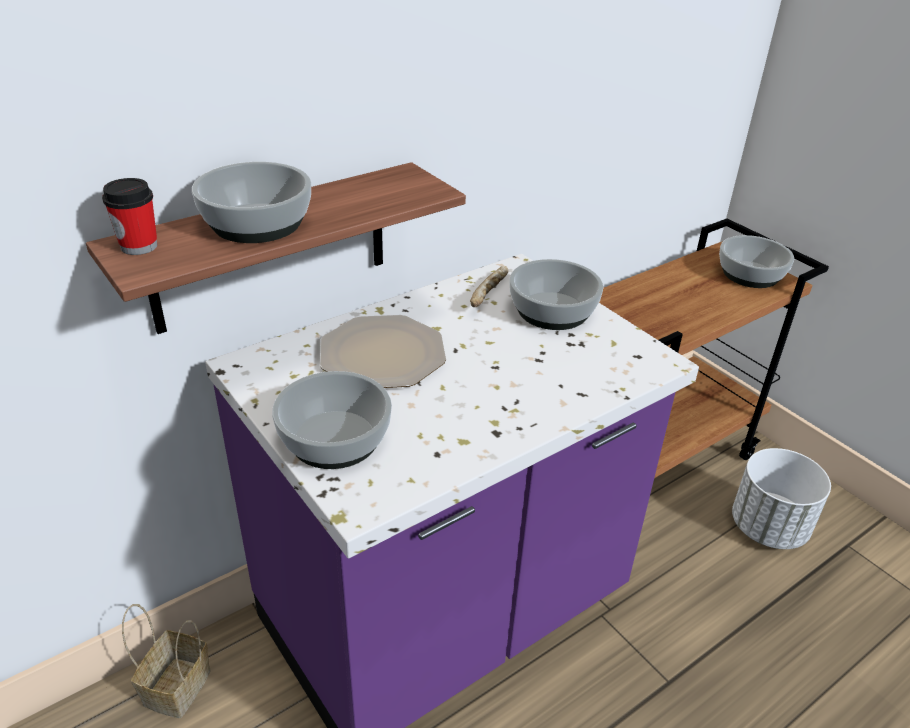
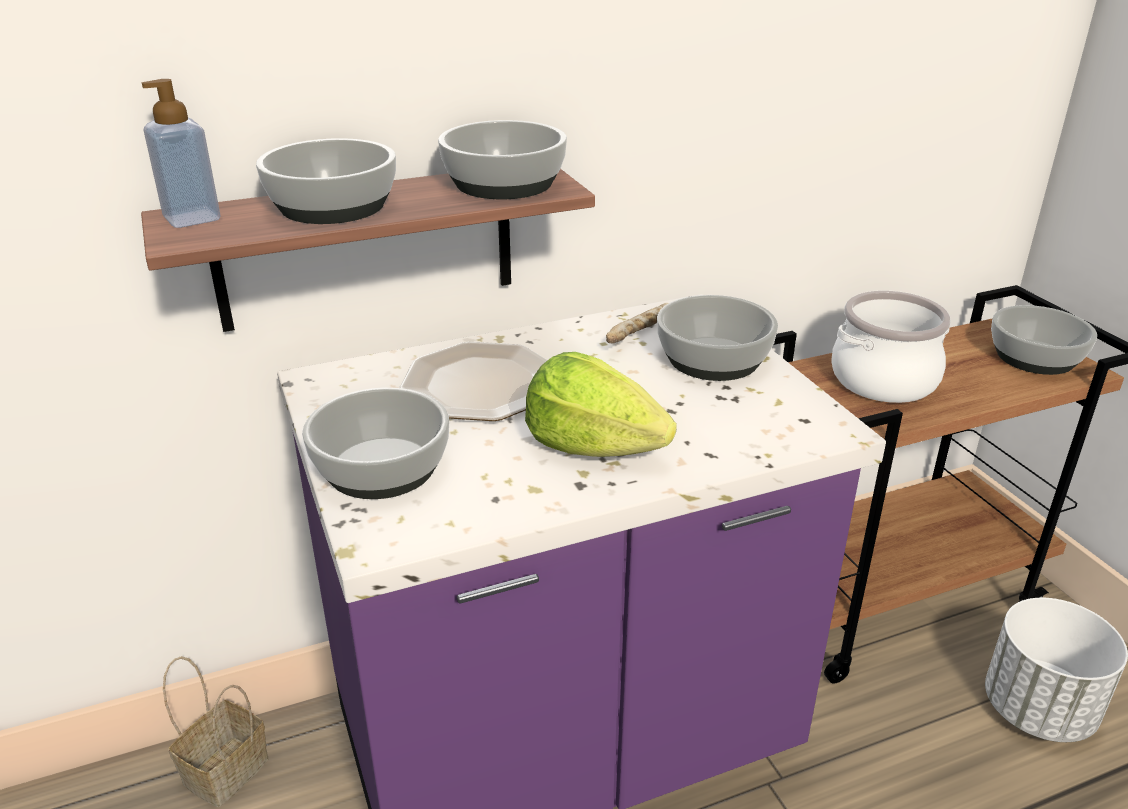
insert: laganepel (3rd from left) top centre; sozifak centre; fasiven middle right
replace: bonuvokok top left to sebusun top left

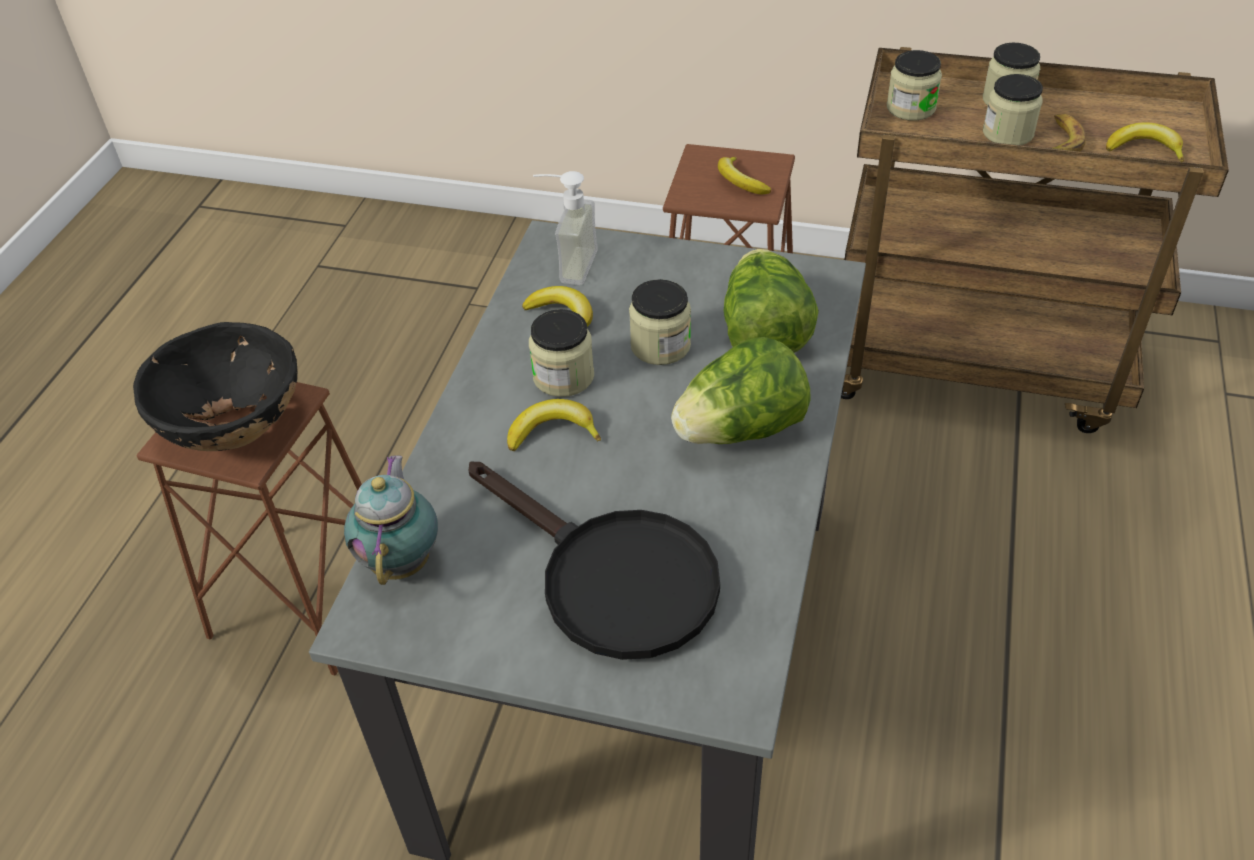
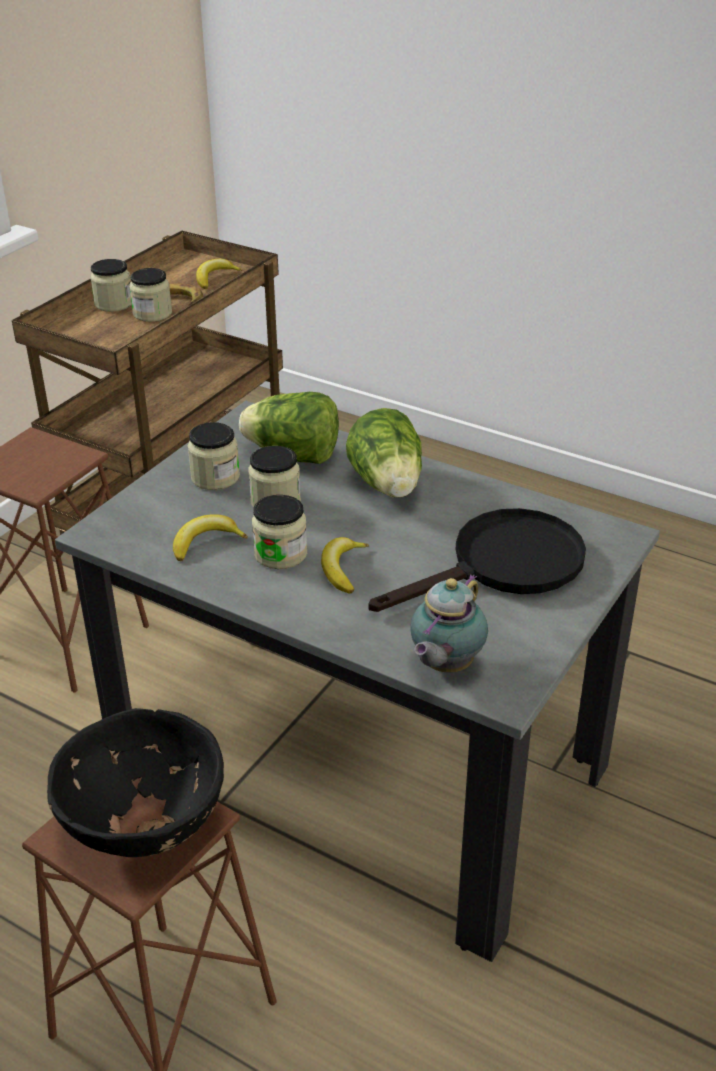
delete: sebusun top centre; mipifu (3rd from left) top centre
move: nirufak (3rd from left) top right to middle left
rotate: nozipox middle left = centre 75 degrees counterclockwise

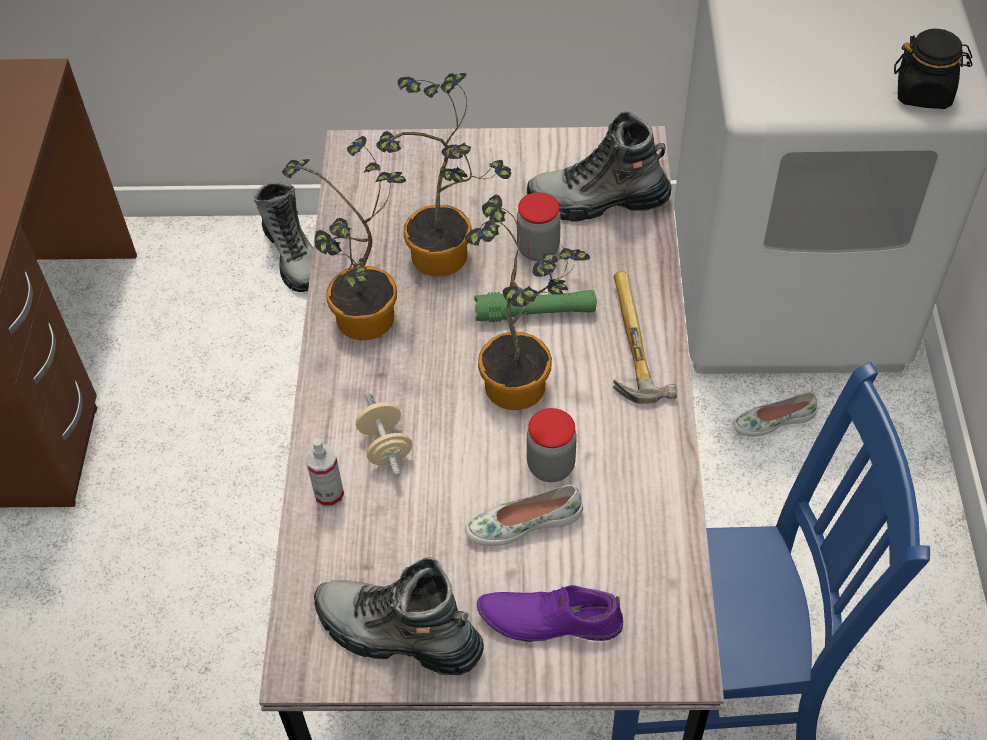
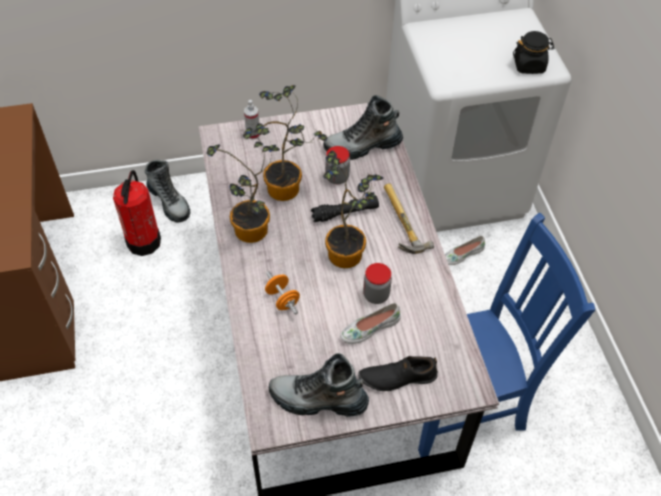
insert: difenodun middle left
move: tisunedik middle left to top centre
recolor: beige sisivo centre to orange sisivo centre; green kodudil centre to black kodudil centre; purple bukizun bottom centre to black bukizun bottom centre

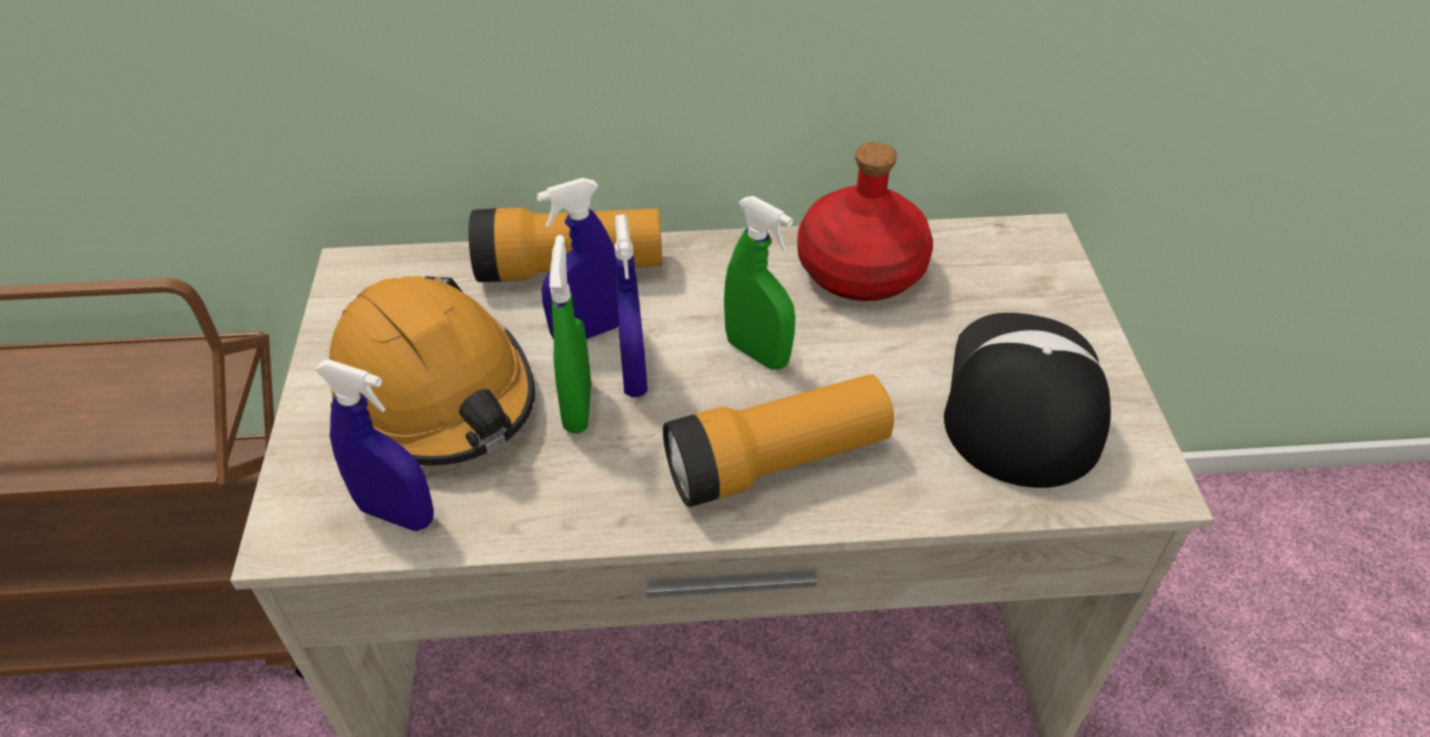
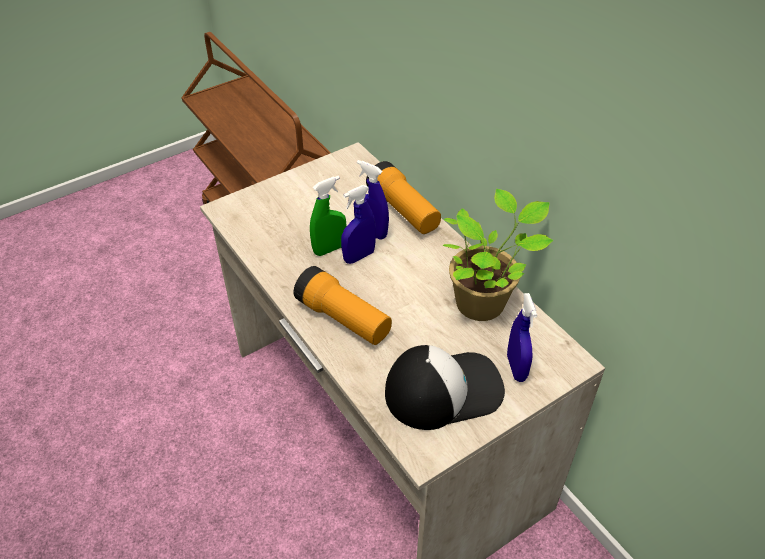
delete: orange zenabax middle left; green tisunedik (2nd from left) centre
move: blue tisunedik (1st from left in the first image) middle left to blue tisunedik (3rd from left) middle right
replace: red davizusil top centre to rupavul centre

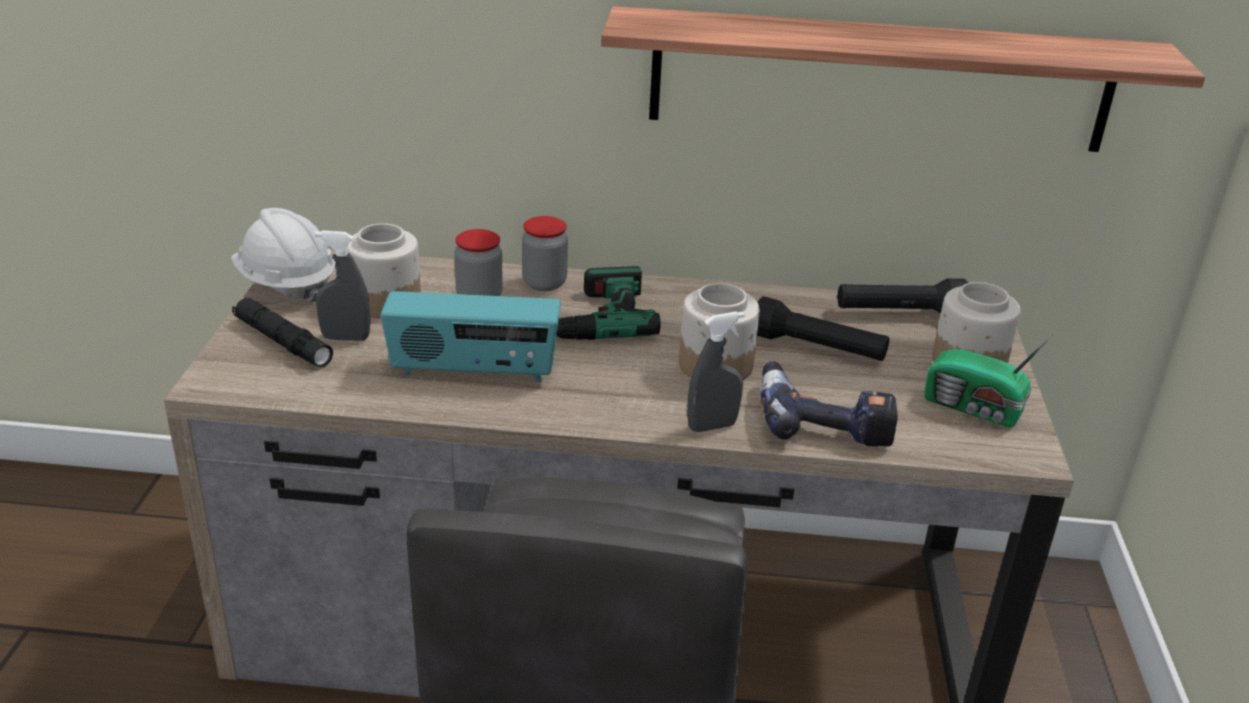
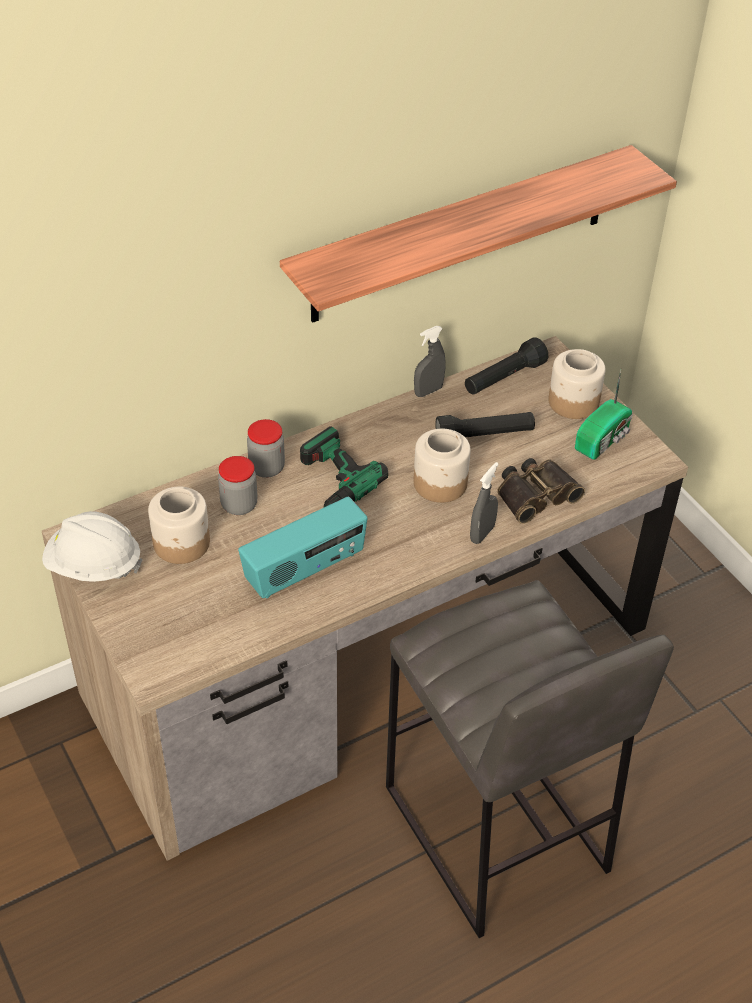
delete: black kodudil (1st from left) middle left
move: grey tisunedik (1st from left) middle left to centre
replace: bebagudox (2nd from left) centre to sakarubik middle right
rotate: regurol (2nd from left) middle right = middle right 45 degrees counterclockwise

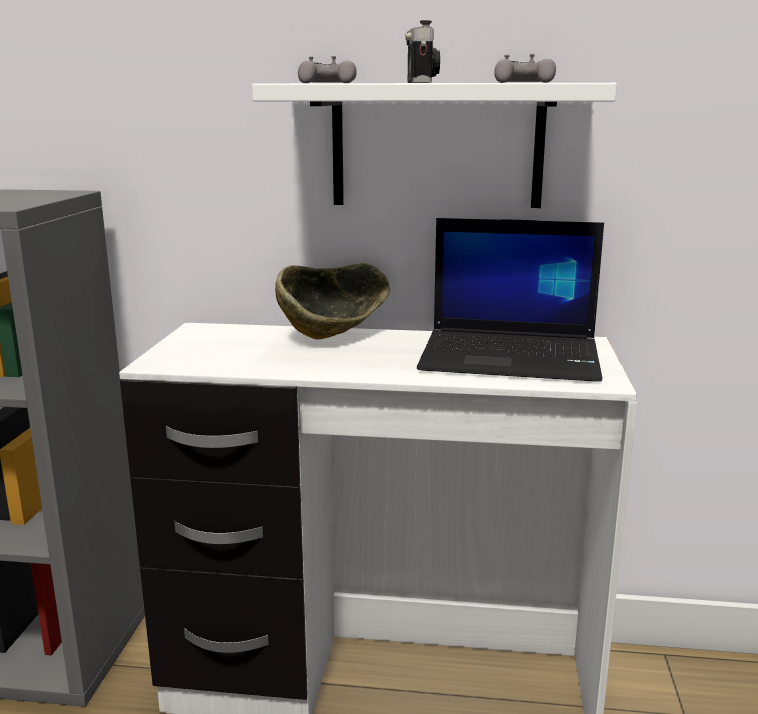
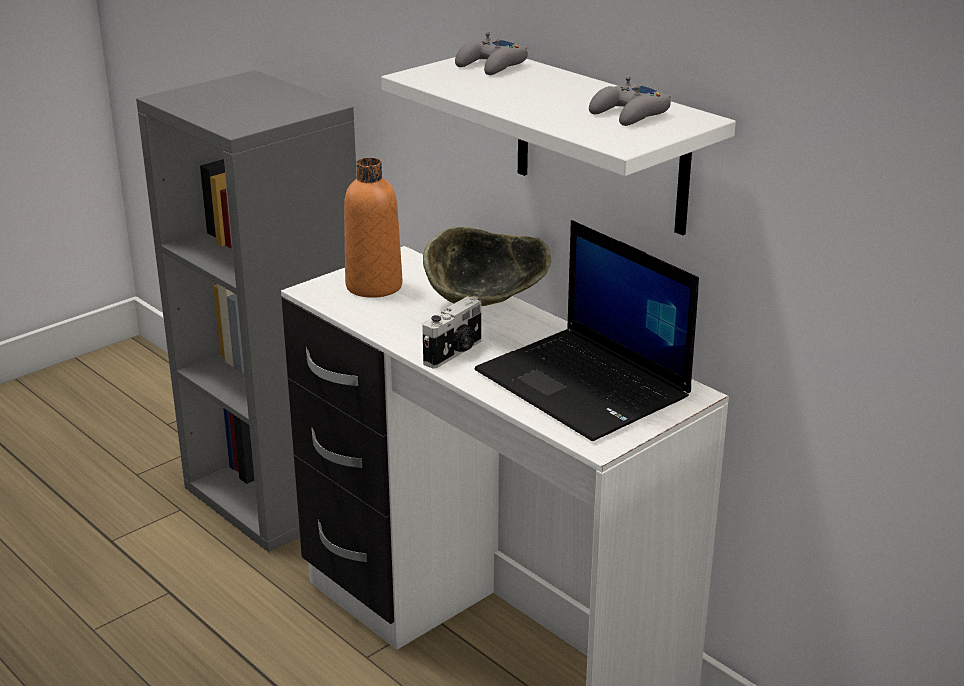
insert: orange davizusil top centre
move: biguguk top centre to centre

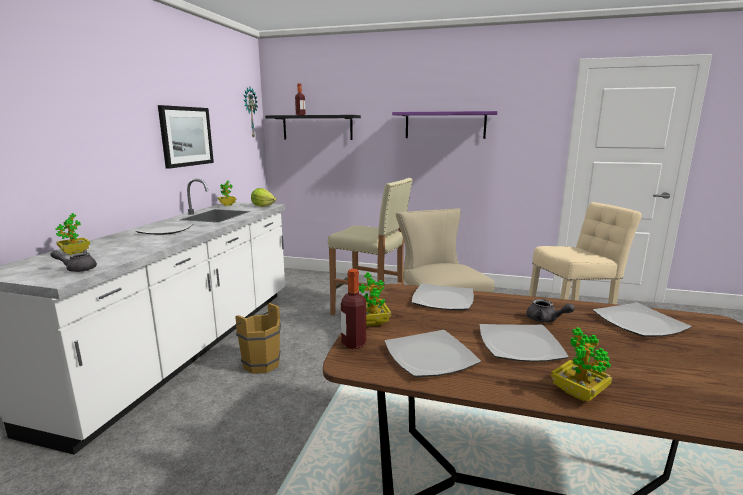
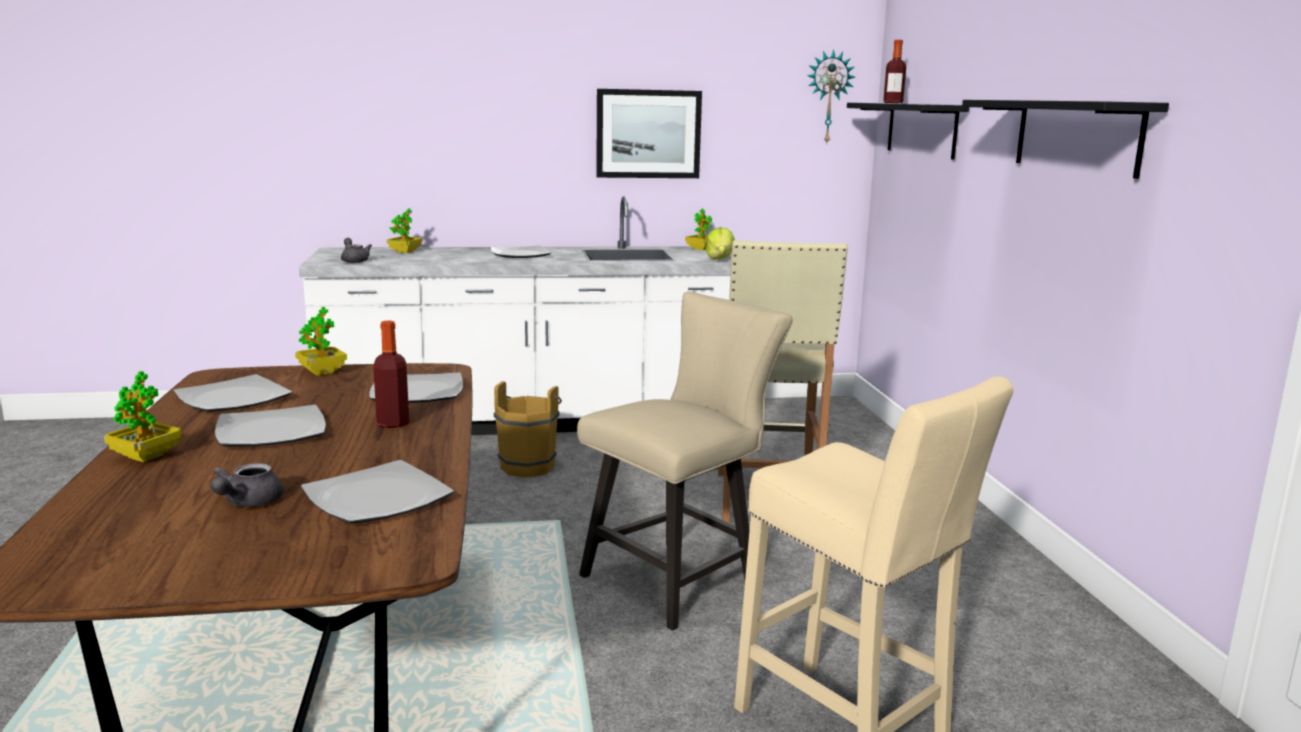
move: davizusil (2nd from left in the first image) centre to davizusil (1st from left) middle left; grey nozipox (2nd from left in the first image) middle right to grey nozipox (1st from left) middle left
recolor: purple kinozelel top centre to black kinozelel (2nd from left) top right

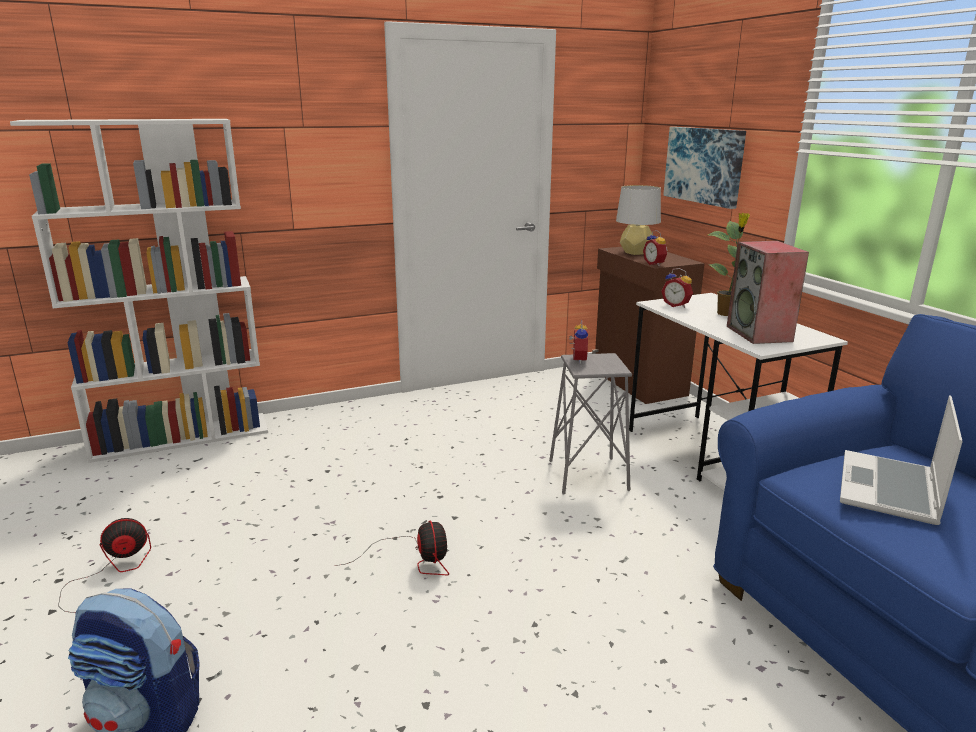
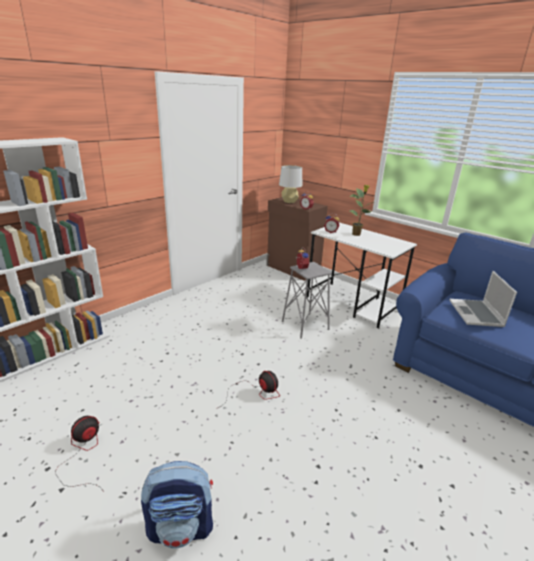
delete: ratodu top right; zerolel middle right

